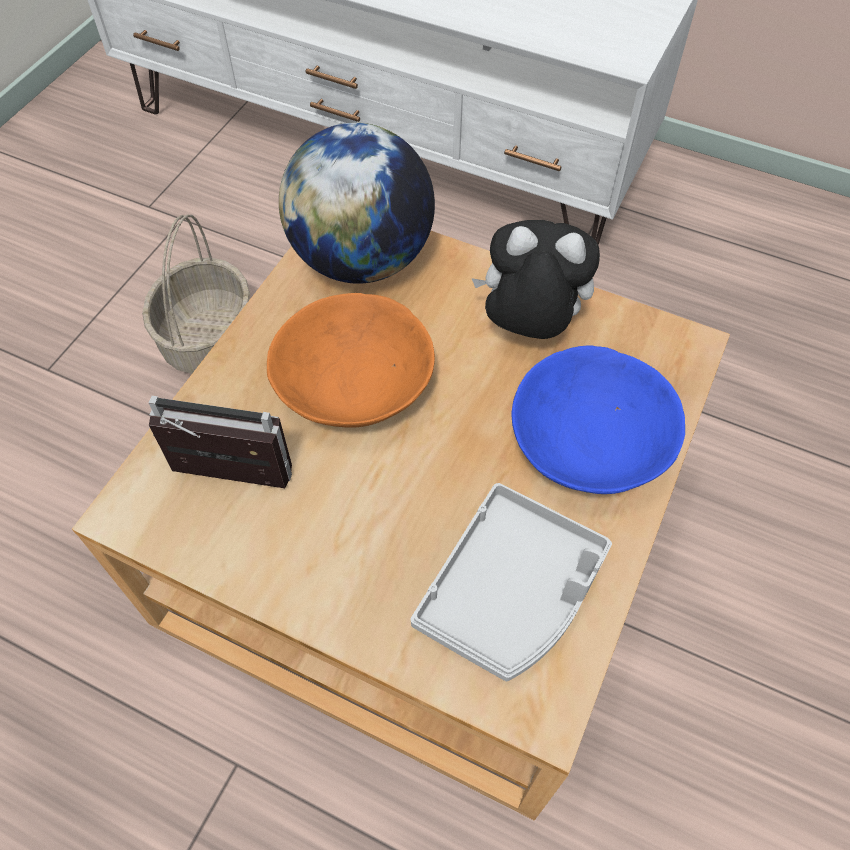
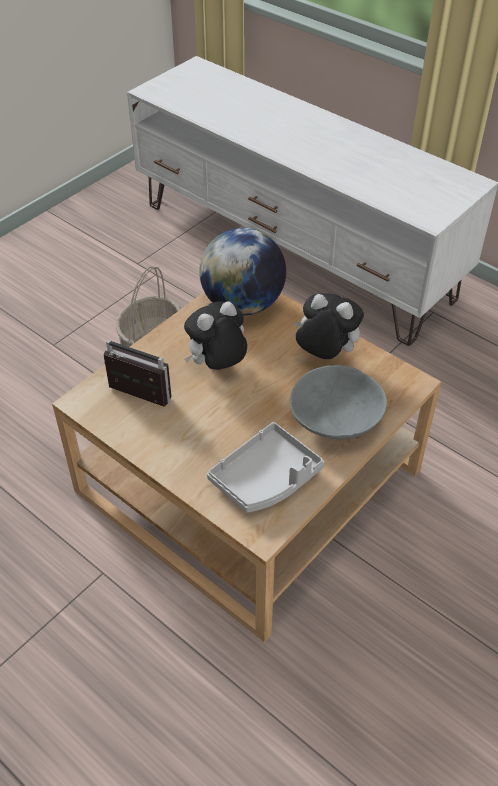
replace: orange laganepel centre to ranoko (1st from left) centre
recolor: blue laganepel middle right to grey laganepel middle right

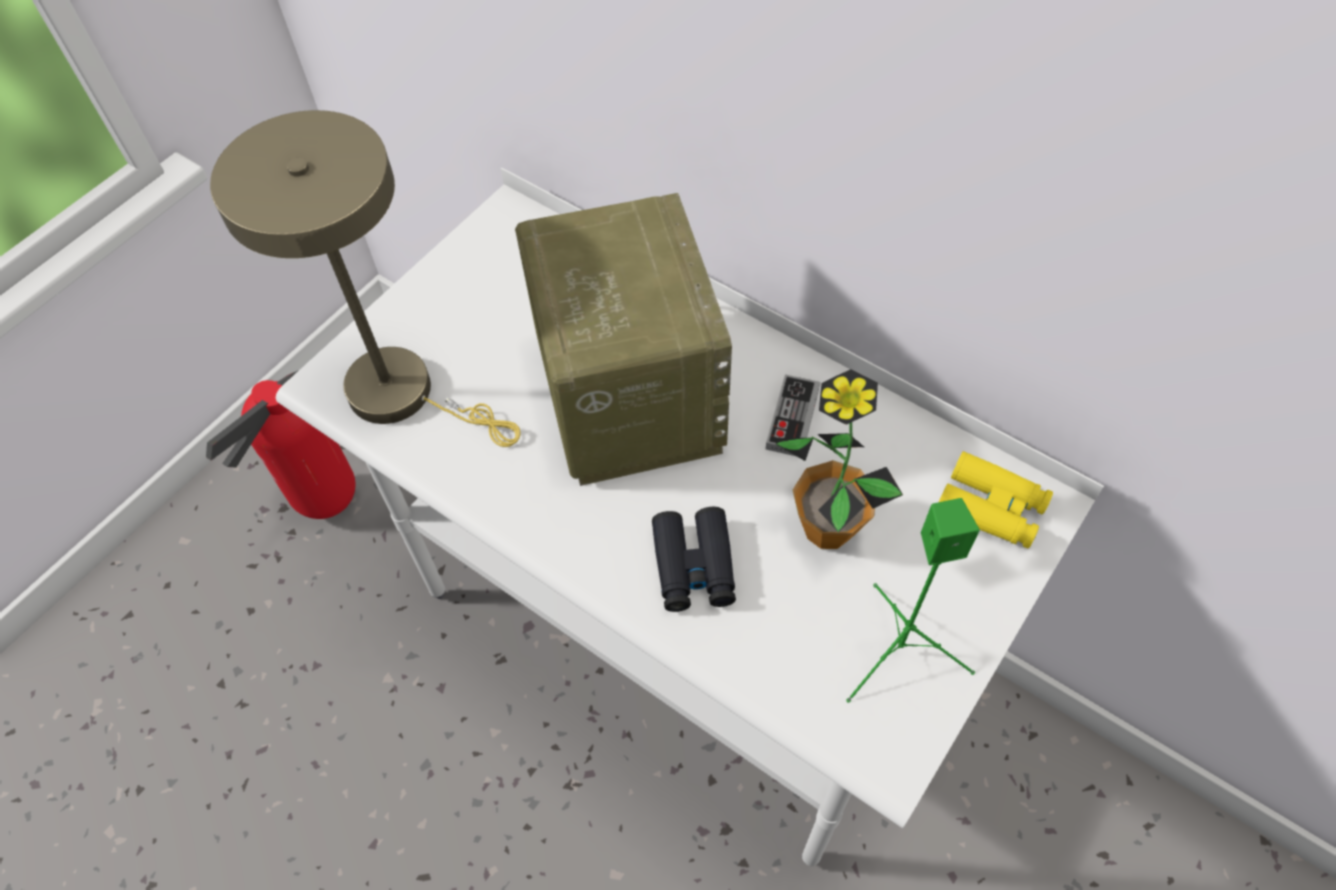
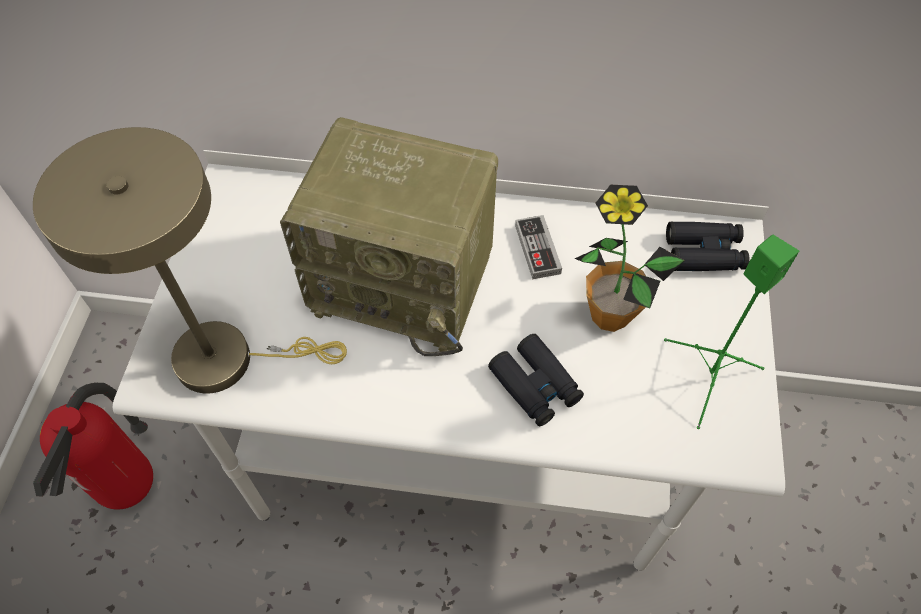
recolor: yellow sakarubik middle right to black sakarubik (2nd from left) middle right
rotate: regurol centre = centre 150 degrees clockwise

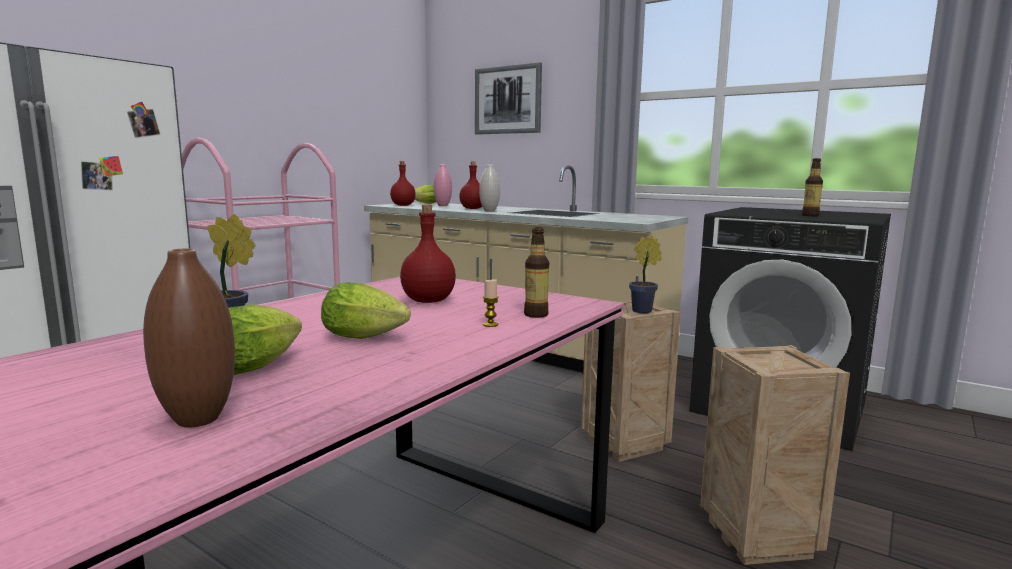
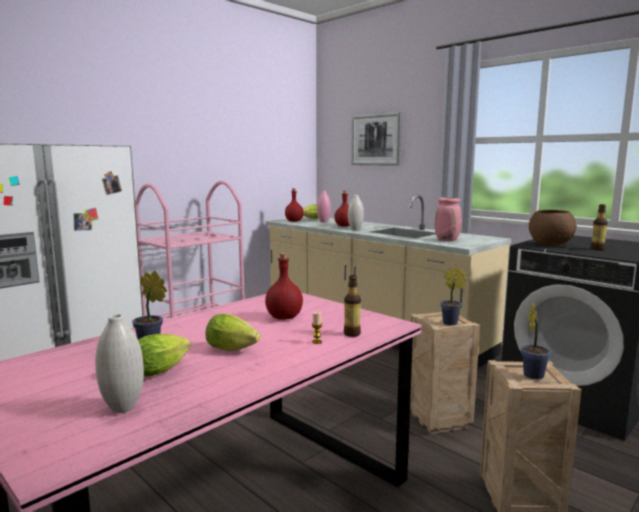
insert: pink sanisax (2nd from left) middle right; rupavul (3rd from left) middle right; brown laganepel middle right
recolor: brown sanisax middle left to white sanisax (1st from left) bottom left

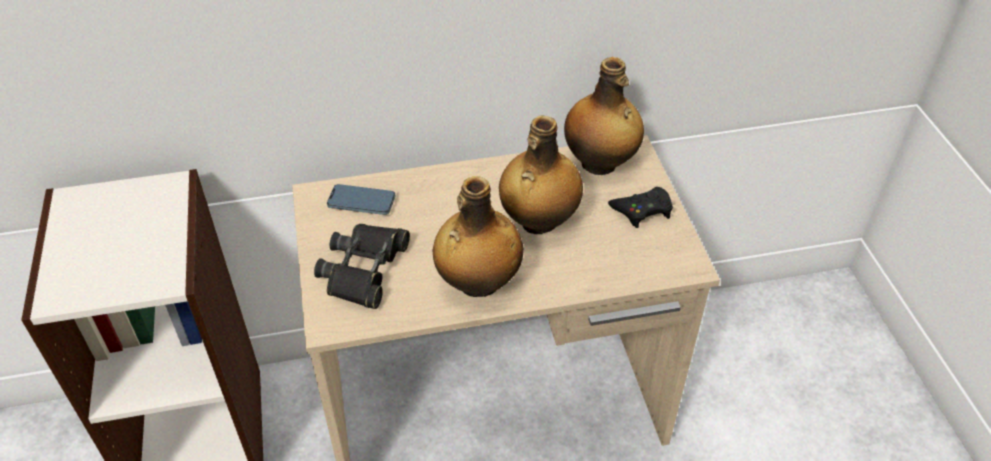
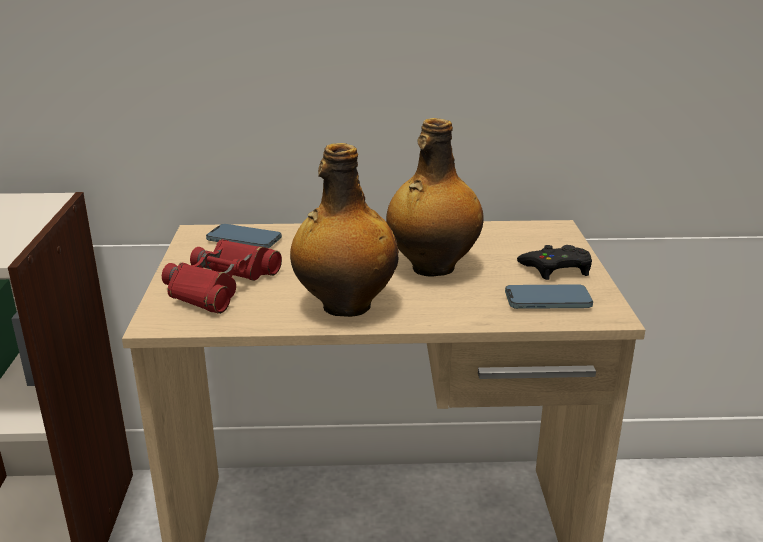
delete: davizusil (3rd from left) top centre
insert: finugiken (2nd from left) middle right
recolor: black sakarubik centre to red sakarubik middle left

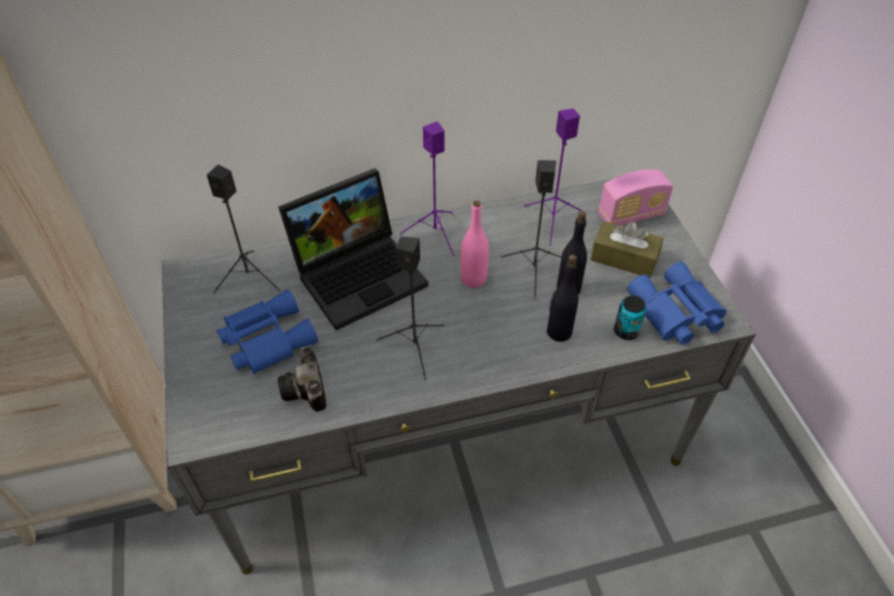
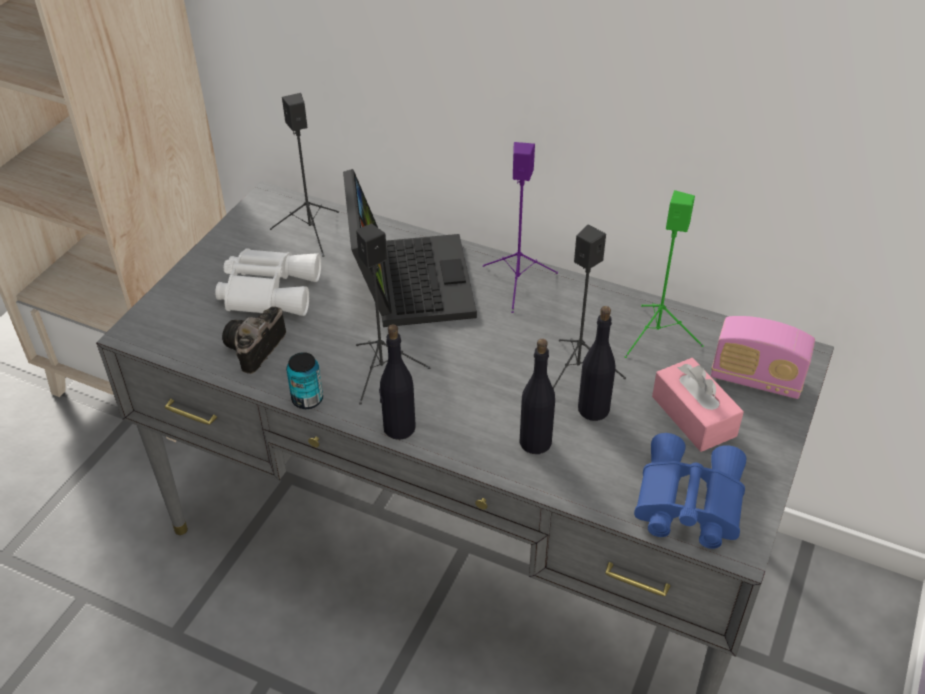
delete: pink davizusil centre
insert: black davizusil (1st from left) centre
move: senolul middle right to middle left
recolor: blue sakarubik (1st from left) middle left to white sakarubik middle left; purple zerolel (2nd from left) top centre to green zerolel middle right; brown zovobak middle right to pink zovobak middle right
rotate: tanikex centre = centre 105 degrees counterclockwise

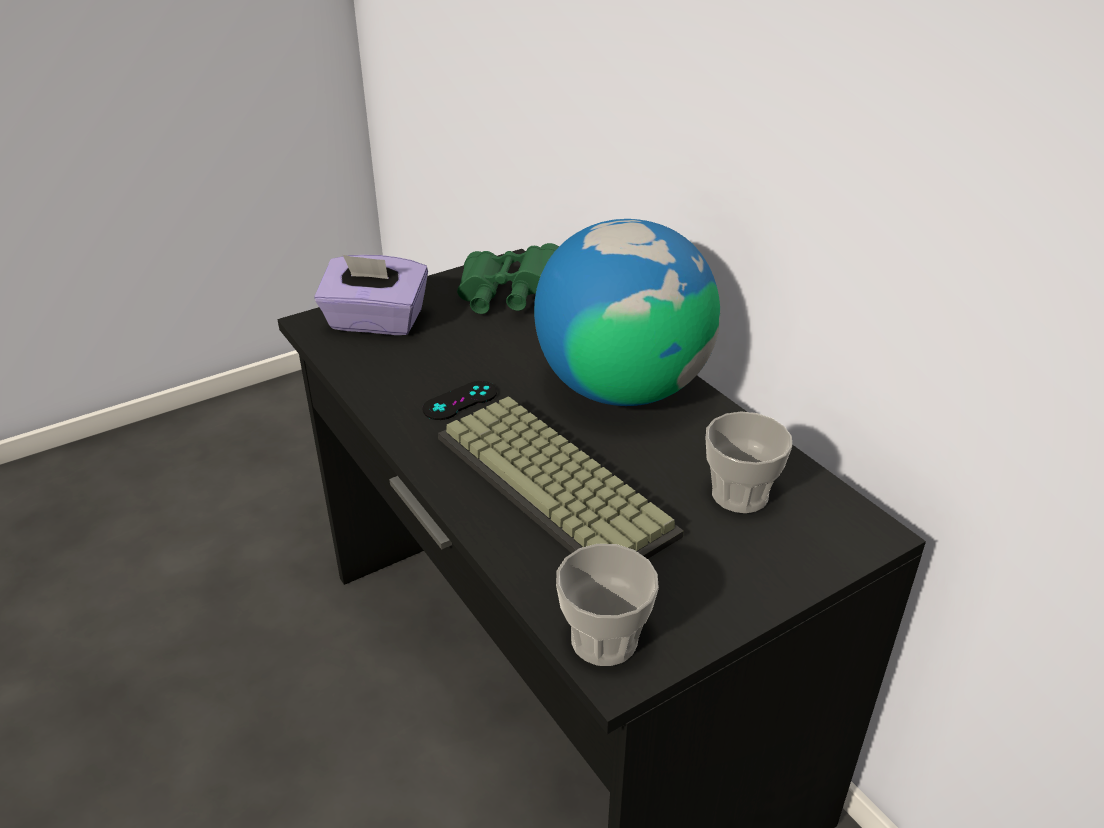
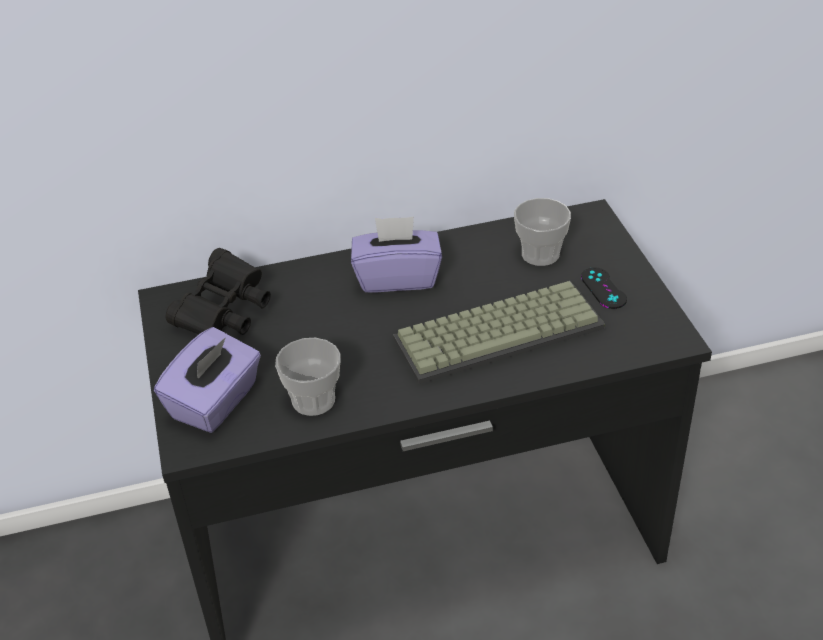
move: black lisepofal centre to middle right; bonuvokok (1st from left) bottom centre to centre
replace: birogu centre to purple zovobak (2nd from left) centre
recolor: green sakarubik centre to black sakarubik middle left

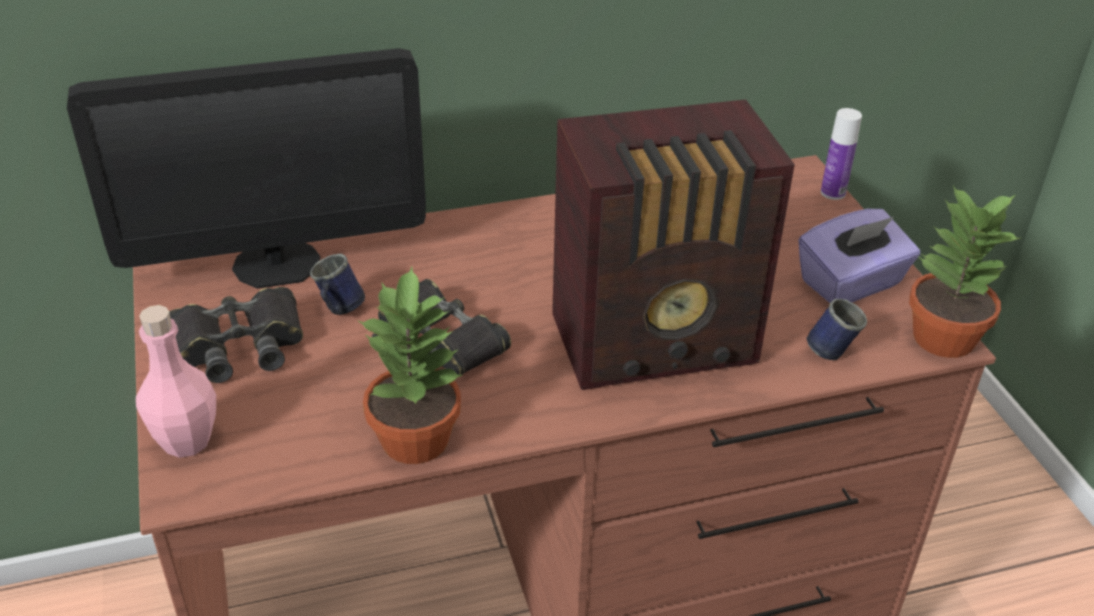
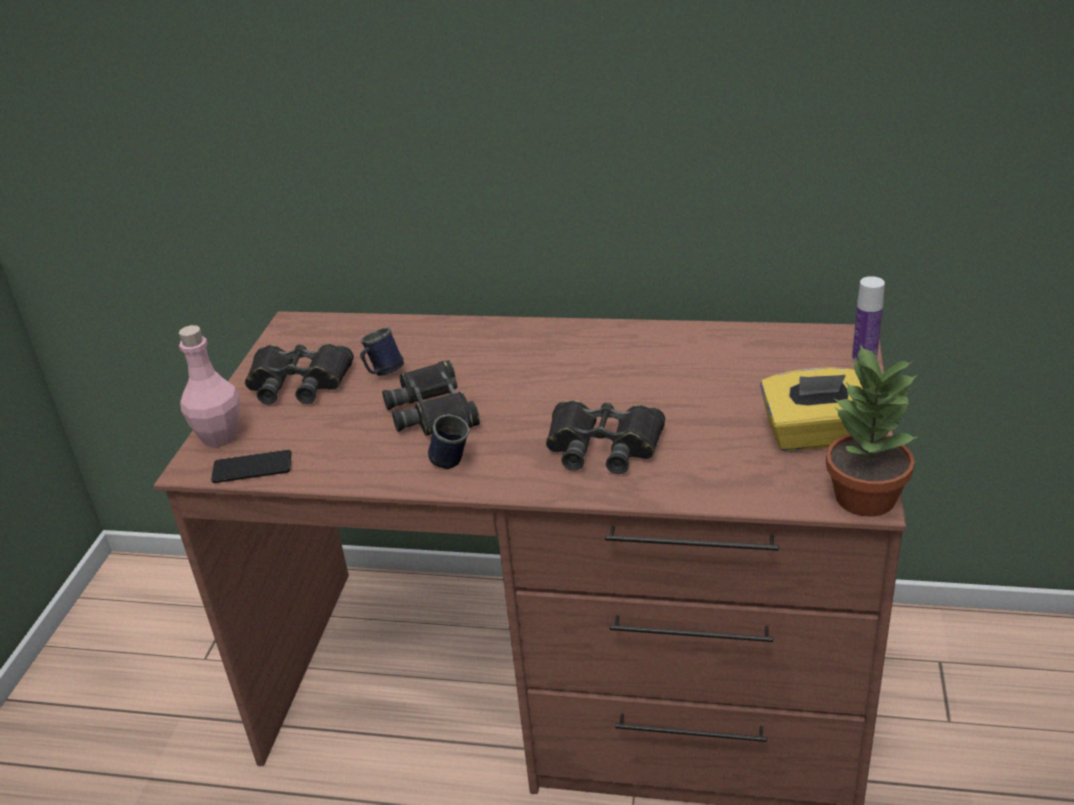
delete: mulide top left; rupavul (1st from left) centre
insert: finugiken middle left
move: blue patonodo (2nd from left) middle right to centre
replace: regurol centre to black sakarubik (3rd from left) centre
recolor: purple zovobak middle right to yellow zovobak middle right

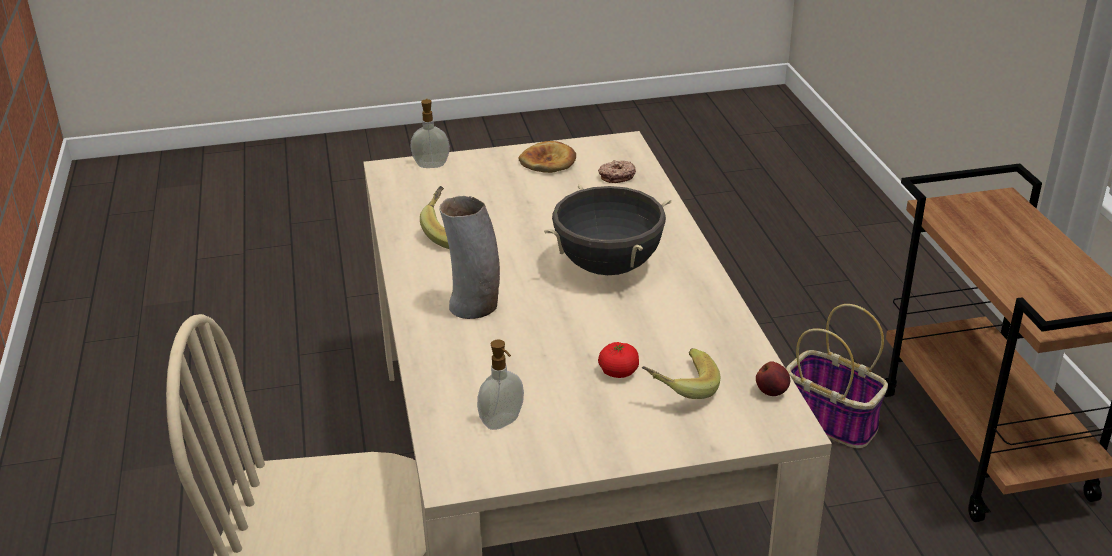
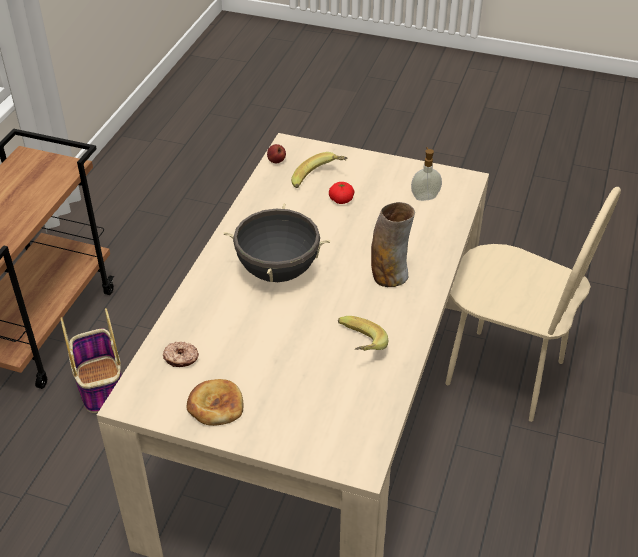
delete: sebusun (1st from left) top centre

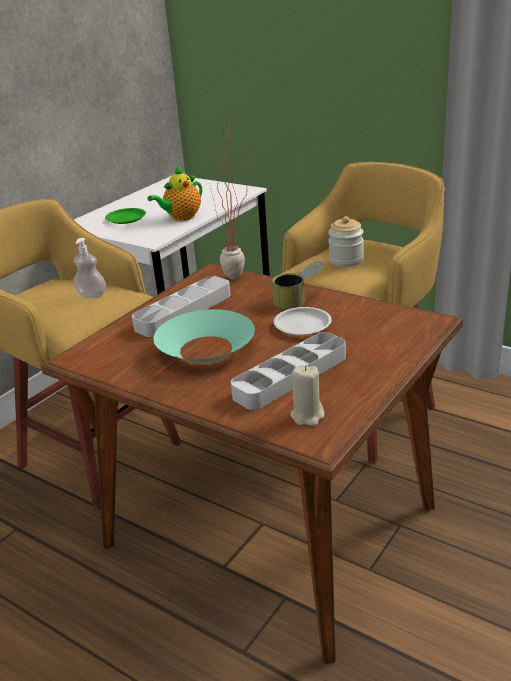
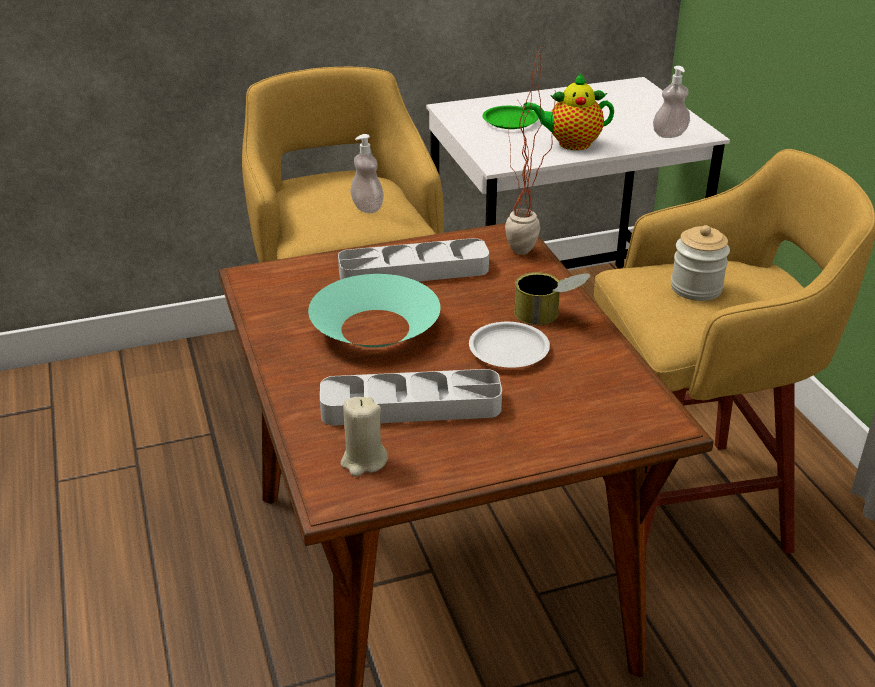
insert: sebusun (2nd from left) top right

